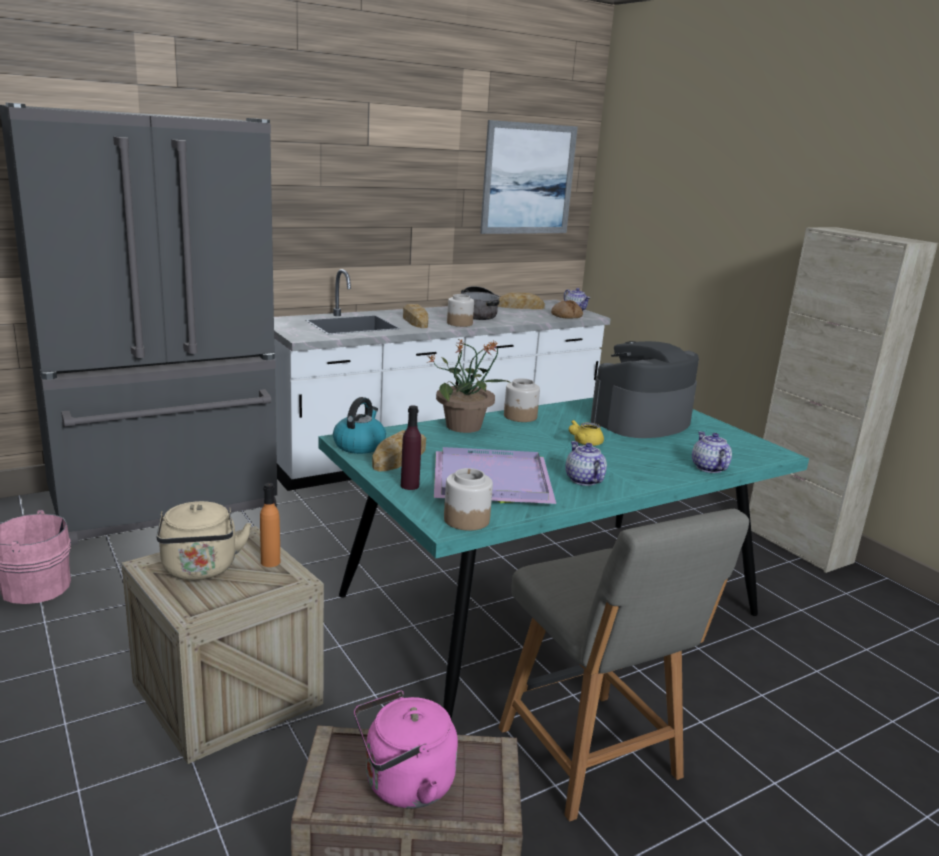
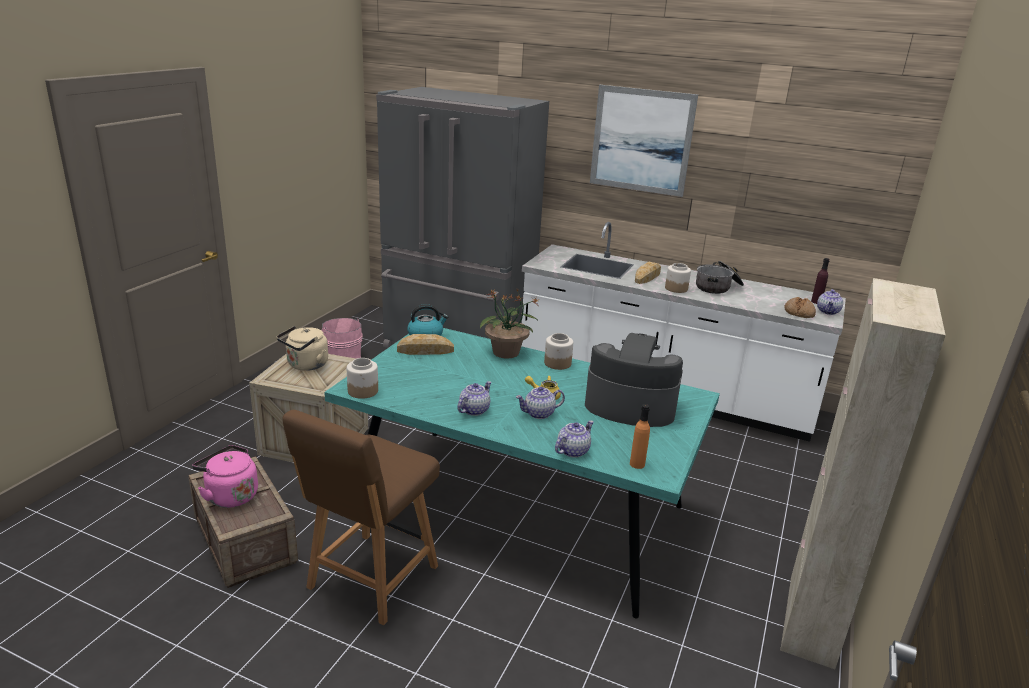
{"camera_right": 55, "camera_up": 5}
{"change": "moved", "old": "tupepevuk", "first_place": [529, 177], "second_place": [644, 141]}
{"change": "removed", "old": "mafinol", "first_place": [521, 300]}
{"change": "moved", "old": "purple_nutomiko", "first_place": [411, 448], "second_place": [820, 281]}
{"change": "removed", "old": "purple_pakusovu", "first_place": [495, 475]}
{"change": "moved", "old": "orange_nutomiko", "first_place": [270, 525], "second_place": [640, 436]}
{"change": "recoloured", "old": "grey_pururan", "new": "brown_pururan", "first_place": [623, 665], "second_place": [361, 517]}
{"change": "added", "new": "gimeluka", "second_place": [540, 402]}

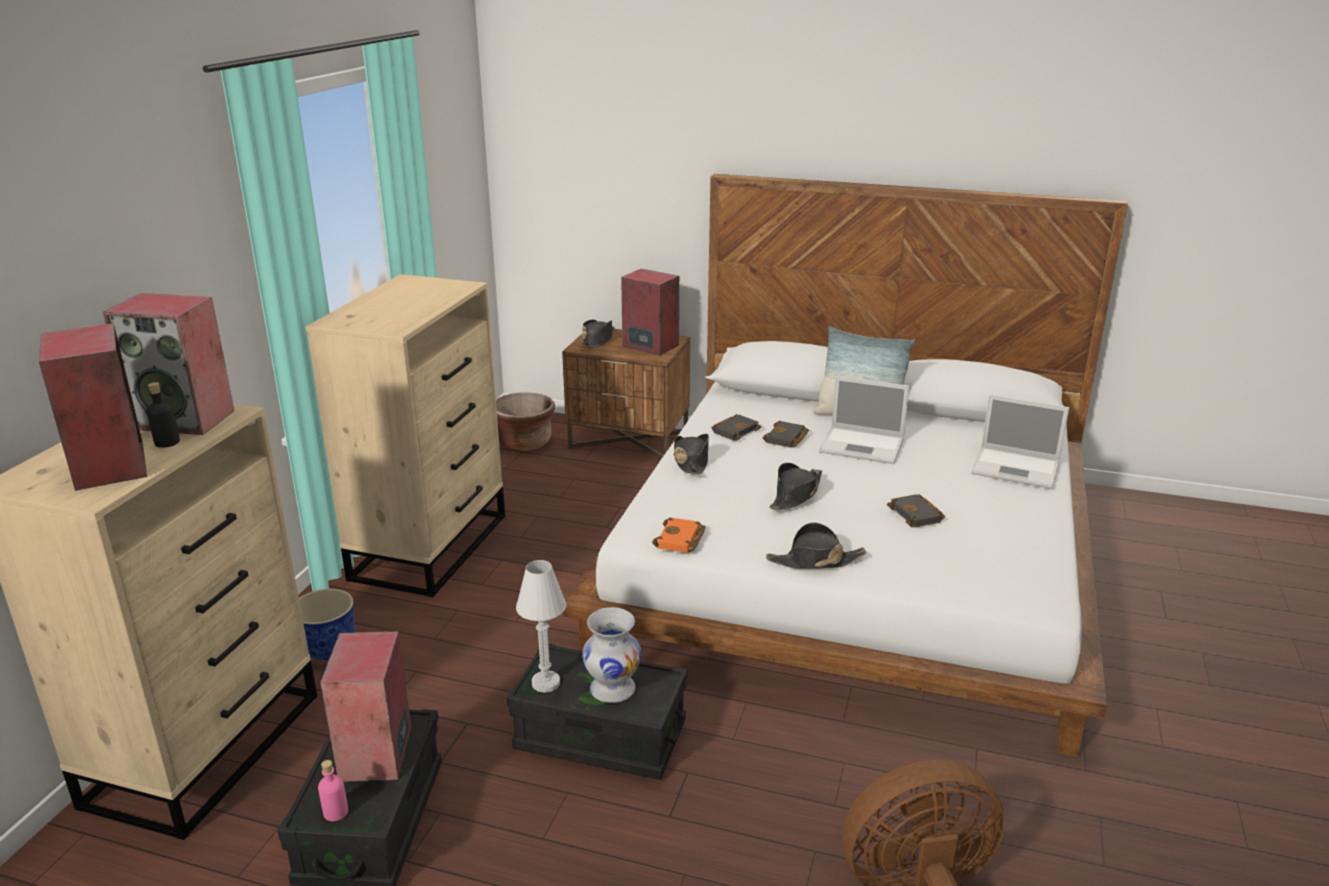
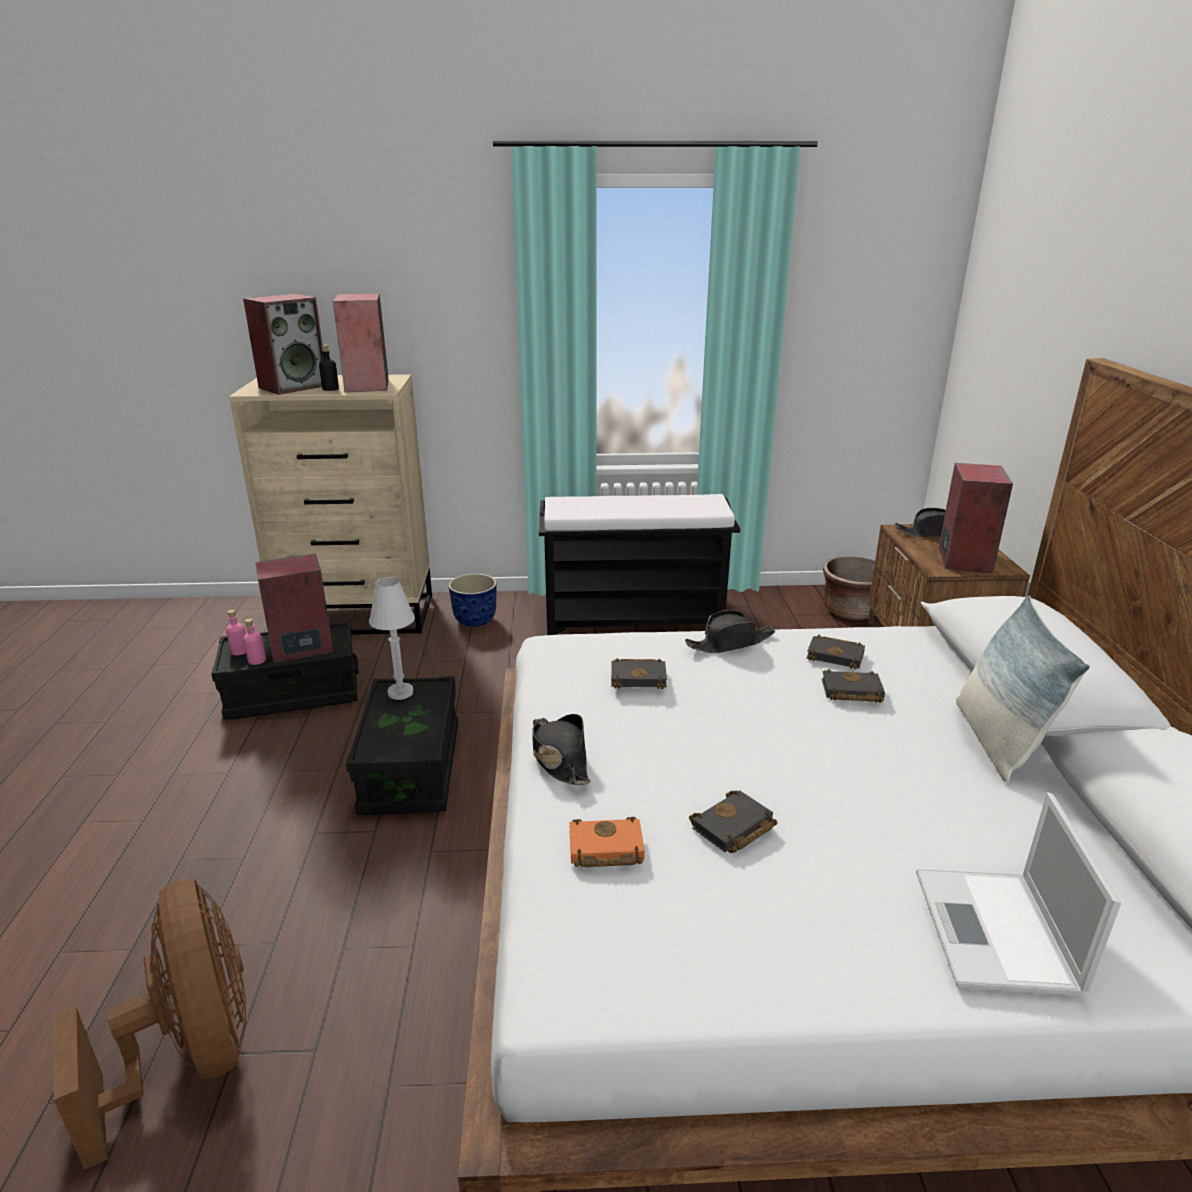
{"camera_right": 70, "camera_up": 0}
{"change": "replaced", "old": "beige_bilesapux", "new": "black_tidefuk", "first_place": [405, 435], "second_place": [639, 564]}
{"change": "removed", "old": "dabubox", "first_place": [864, 420]}
{"change": "removed", "old": "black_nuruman", "first_place": [795, 486]}
{"change": "moved", "old": "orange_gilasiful", "first_place": [679, 535], "second_place": [607, 842]}
{"change": "removed", "old": "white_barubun", "first_place": [611, 655]}
{"change": "added", "new": "pink_nutomiko", "second_place": [254, 641]}
{"change": "added", "new": "black_gilasiful", "second_place": [639, 673]}

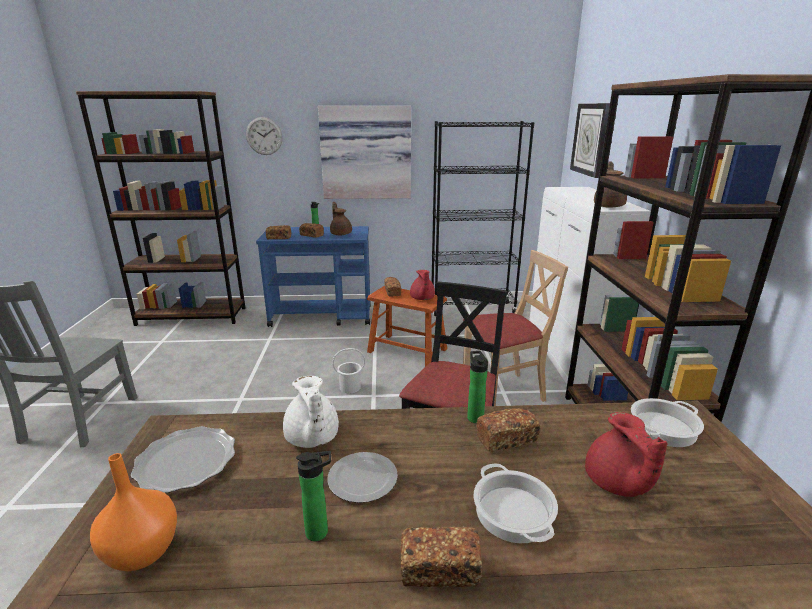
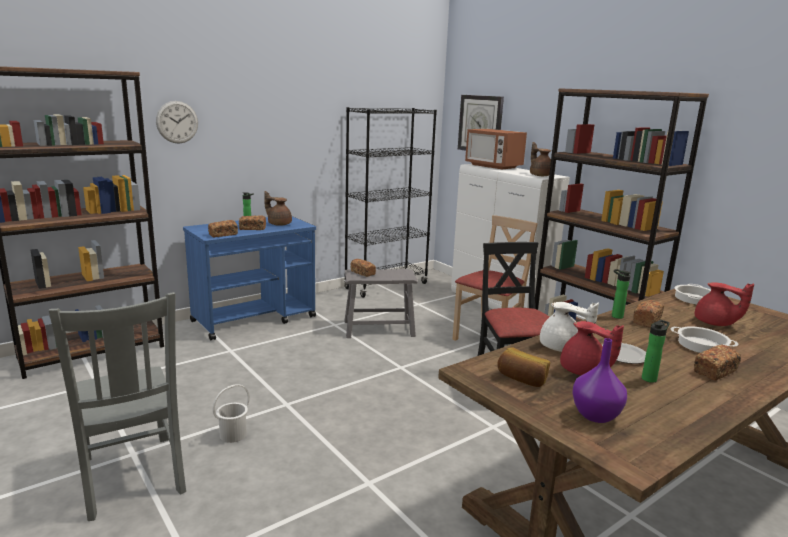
{"camera_right": -35, "camera_up": -5}
{"change": "removed", "old": "tupepevuk", "first_place": [364, 152]}
{"change": "moved", "old": "red_gimeluka", "first_place": [422, 285], "second_place": [592, 348]}
{"change": "recoloured", "old": "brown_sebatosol", "new": "grey_sebatosol", "first_place": [407, 326], "second_place": [380, 303]}
{"change": "moved", "old": "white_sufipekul", "first_place": [348, 370], "second_place": [231, 413]}
{"change": "replaced", "old": "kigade", "new": "mafinol", "first_place": [183, 459], "second_place": [524, 367]}
{"change": "recoloured", "old": "orange_barubun", "new": "purple_barubun", "first_place": [133, 512], "second_place": [600, 380]}
{"change": "added", "new": "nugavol", "second_place": [496, 149]}

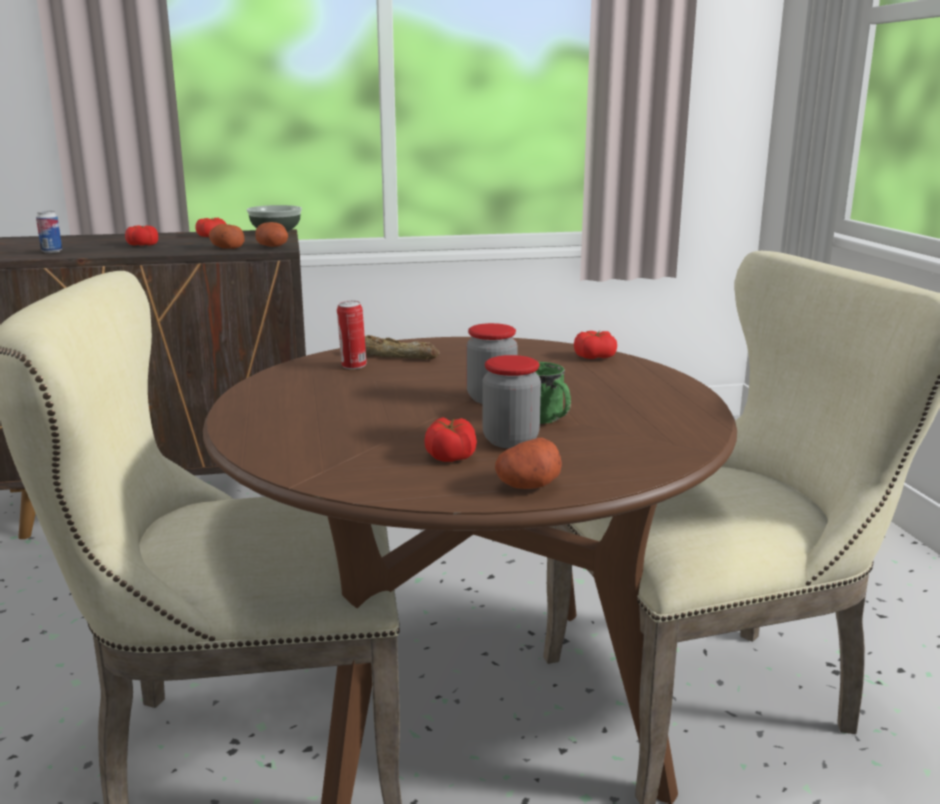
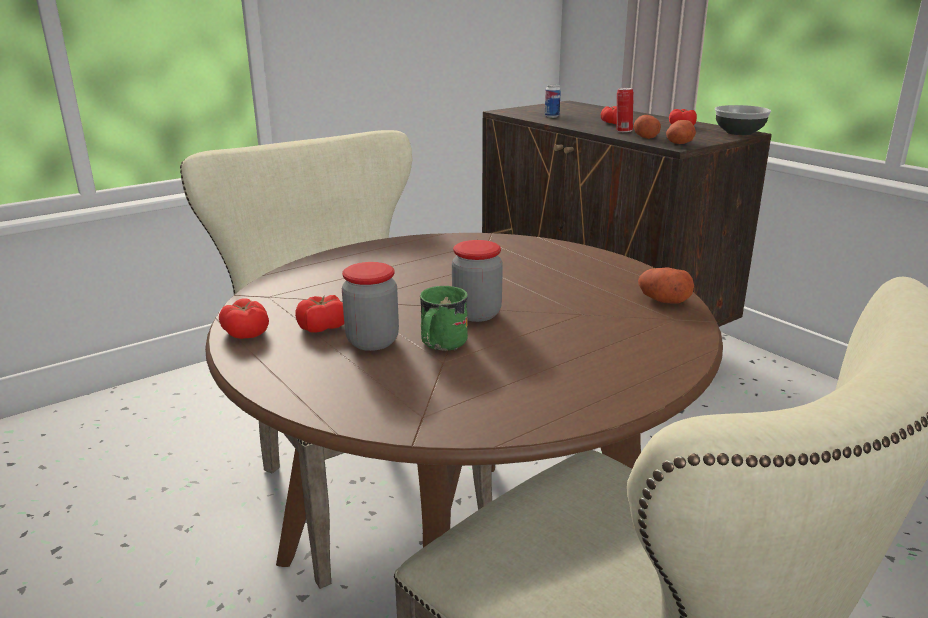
{"camera_right": 65, "camera_up": 5}
{"change": "moved", "old": "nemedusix", "first_place": [352, 335], "second_place": [625, 109]}
{"change": "moved", "old": "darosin", "first_place": [595, 345], "second_place": [244, 318]}
{"change": "removed", "old": "mafinol", "first_place": [402, 347]}
{"change": "moved", "old": "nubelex", "first_place": [528, 463], "second_place": [666, 285]}

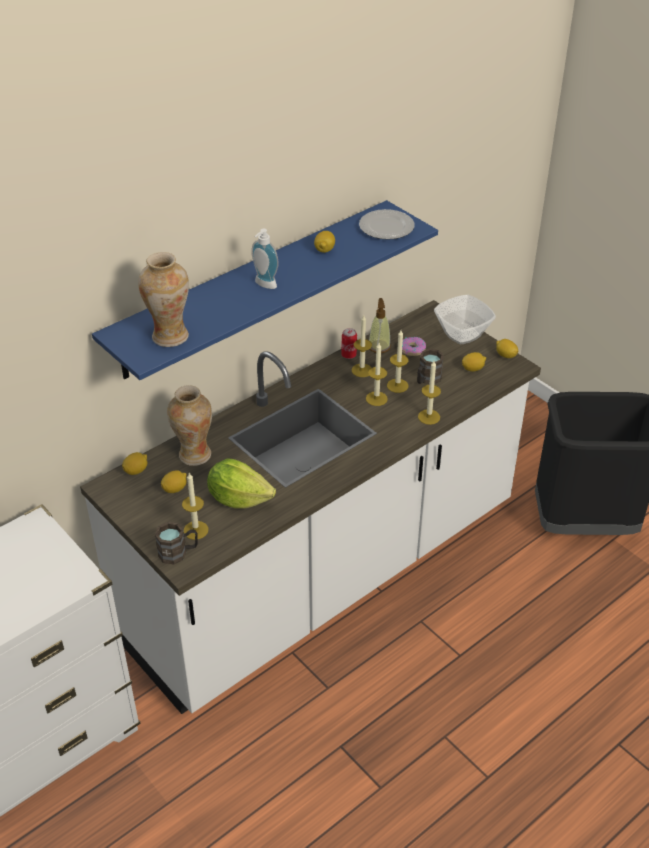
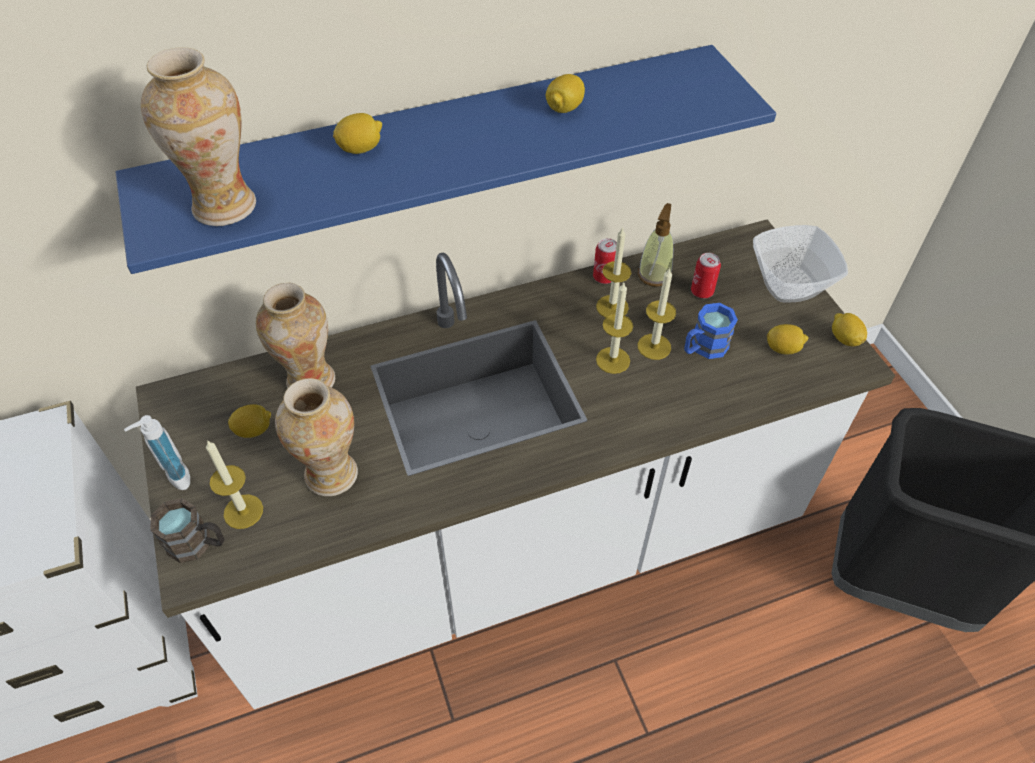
{"camera_right": 20, "camera_up": 10}
{"change": "removed", "old": "kigade", "first_place": [387, 224]}
{"change": "moved", "old": "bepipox", "first_place": [264, 258], "second_place": [157, 452]}
{"change": "replaced", "old": "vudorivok", "new": "nemedusix", "first_place": [414, 346], "second_place": [706, 275]}
{"change": "recoloured", "old": "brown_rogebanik", "new": "blue_rogebanik", "first_place": [430, 366], "second_place": [711, 331]}
{"change": "removed", "old": "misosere", "first_place": [429, 393]}
{"change": "moved", "old": "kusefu", "first_place": [134, 463], "second_place": [357, 133]}
{"change": "replaced", "old": "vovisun", "new": "barubun", "first_place": [241, 483], "second_place": [316, 437]}

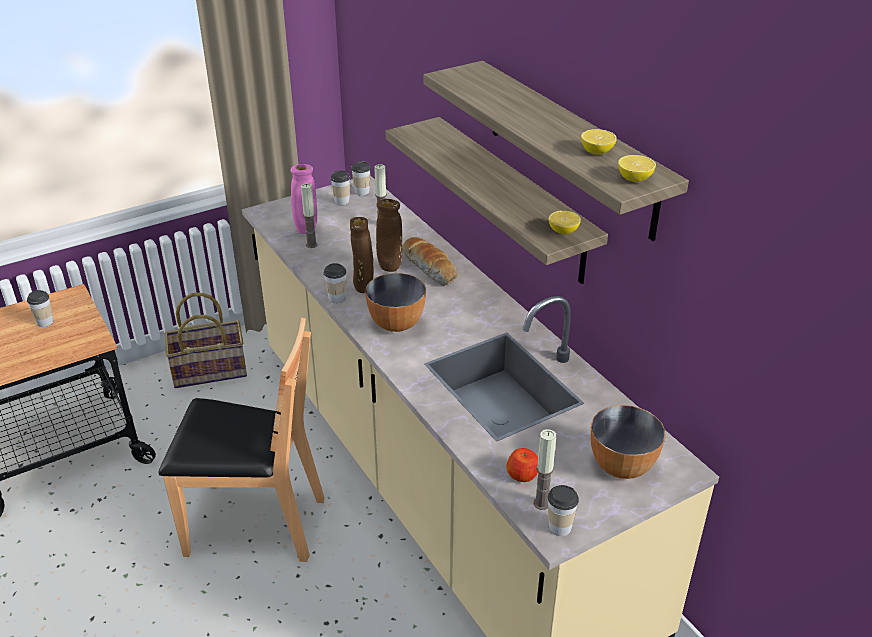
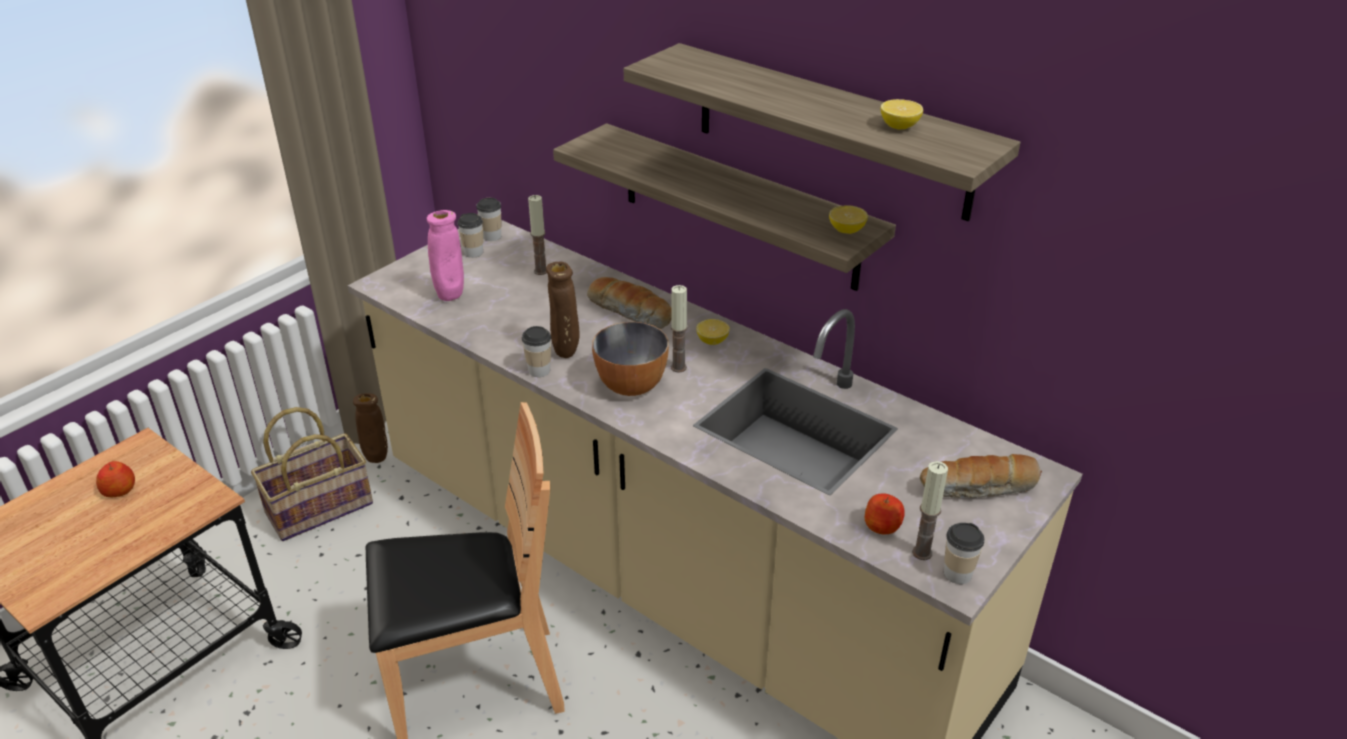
{"camera_right": -20, "camera_up": 0}
{"change": "moved", "old": "kusefu", "first_place": [637, 168], "second_place": [713, 332]}
{"change": "moved", "old": "misosere", "first_place": [309, 215], "second_place": [679, 328]}
{"change": "moved", "old": "brown_barubun", "first_place": [389, 235], "second_place": [370, 428]}
{"change": "replaced", "old": "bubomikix", "new": "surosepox", "first_place": [40, 308], "second_place": [115, 479]}
{"change": "replaced", "old": "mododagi", "new": "mafinol", "first_place": [628, 442], "second_place": [981, 476]}

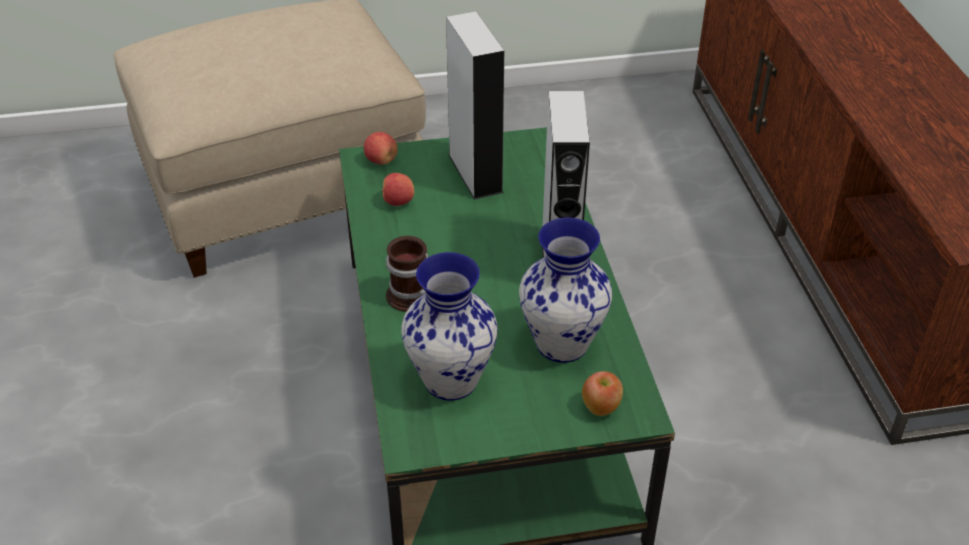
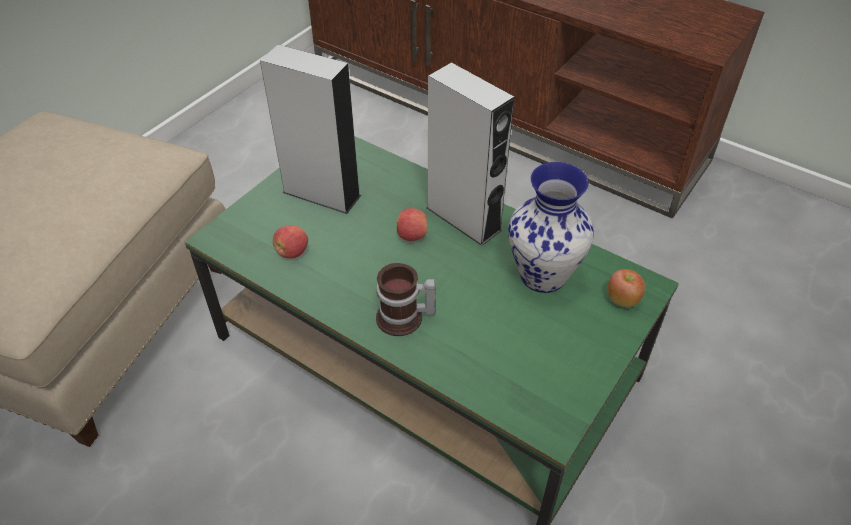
{"camera_right": -45, "camera_up": 5}
{"change": "moved", "old": "surosepox", "first_place": [381, 148], "second_place": [411, 224]}
{"change": "removed", "old": "barubun", "first_place": [449, 326]}

